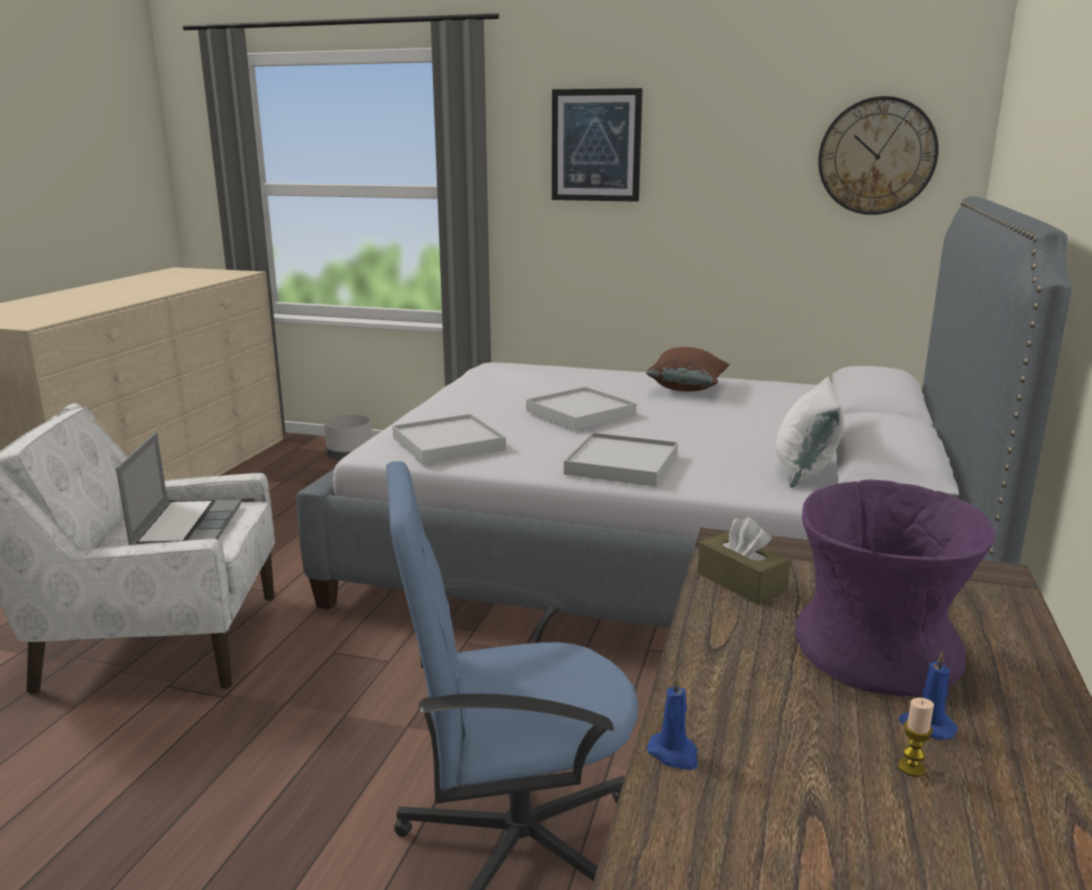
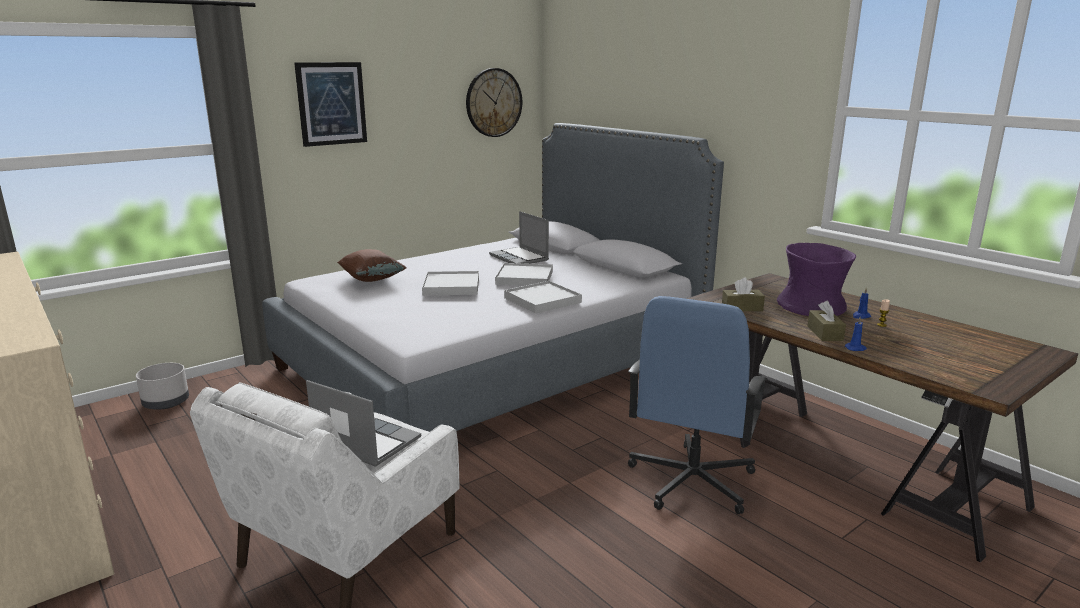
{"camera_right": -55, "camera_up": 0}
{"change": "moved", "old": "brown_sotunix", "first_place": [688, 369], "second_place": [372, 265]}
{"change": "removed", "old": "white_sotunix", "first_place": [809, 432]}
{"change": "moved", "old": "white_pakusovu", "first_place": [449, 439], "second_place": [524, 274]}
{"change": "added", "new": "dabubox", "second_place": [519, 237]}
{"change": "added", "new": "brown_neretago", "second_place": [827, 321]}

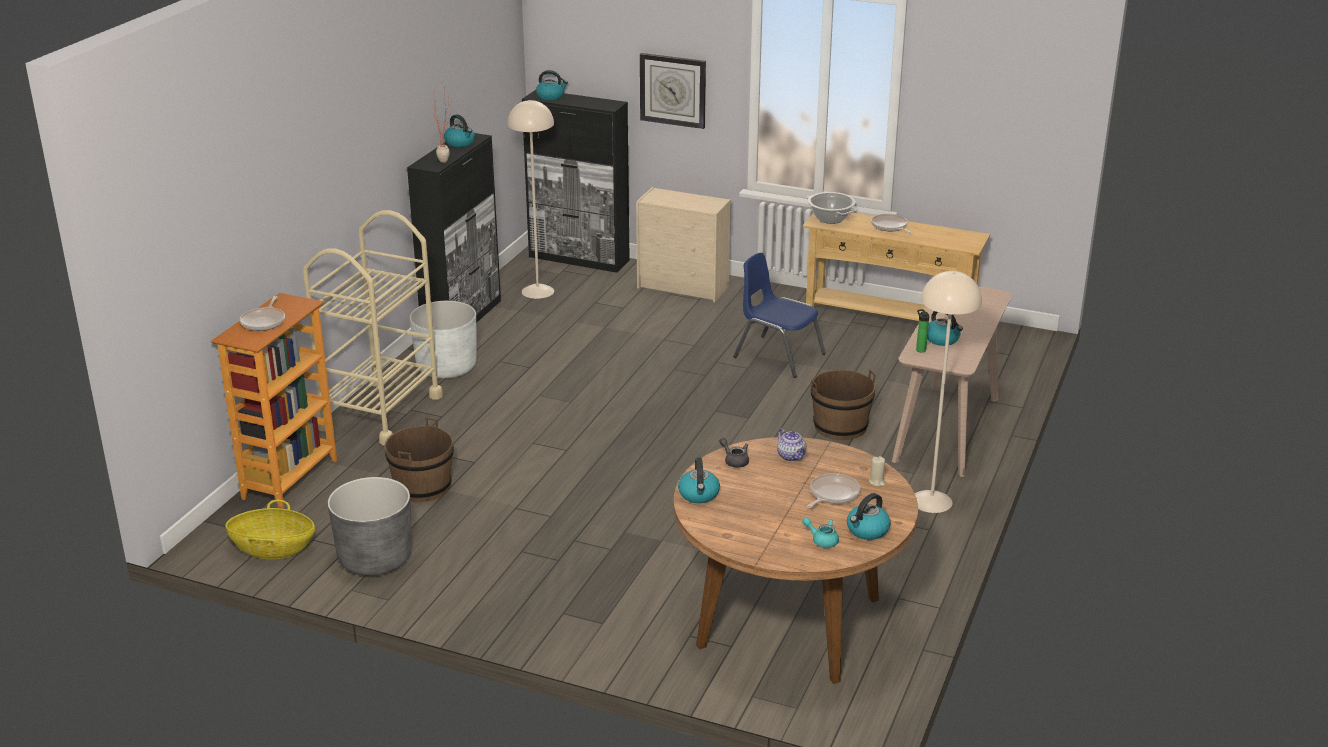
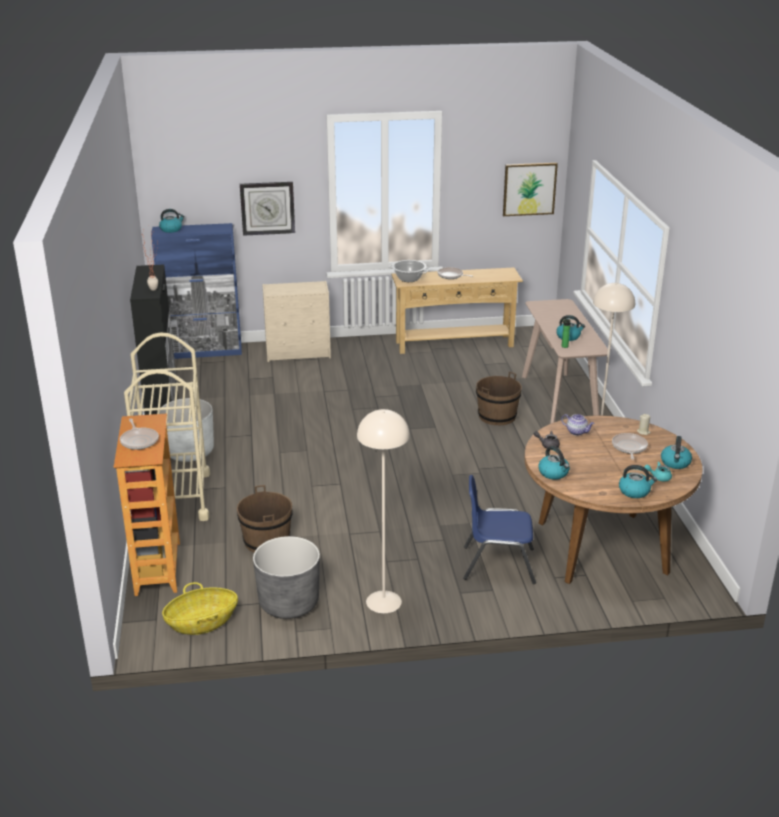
{"camera_right": -30, "camera_up": 0}
{"change": "recoloured", "old": "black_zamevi", "new": "blue_zamevi", "first_place": [576, 181], "second_place": [196, 291]}
{"change": "moved", "old": "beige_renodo", "first_place": [530, 199], "second_place": [383, 511]}
{"change": "moved", "old": "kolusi", "first_place": [459, 130], "second_place": [638, 481]}
{"change": "moved", "old": "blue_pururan", "first_place": [779, 315], "second_place": [499, 529]}
{"change": "added", "new": "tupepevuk", "second_place": [530, 189]}

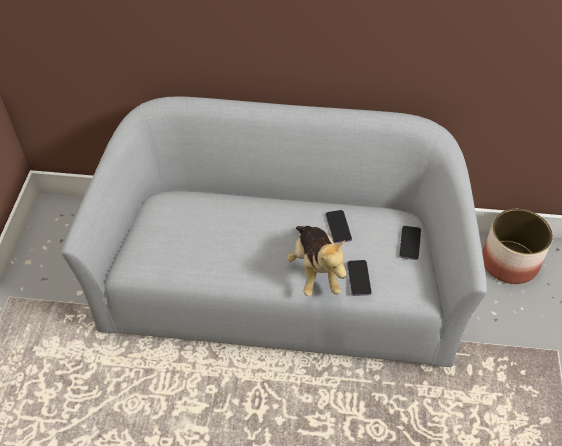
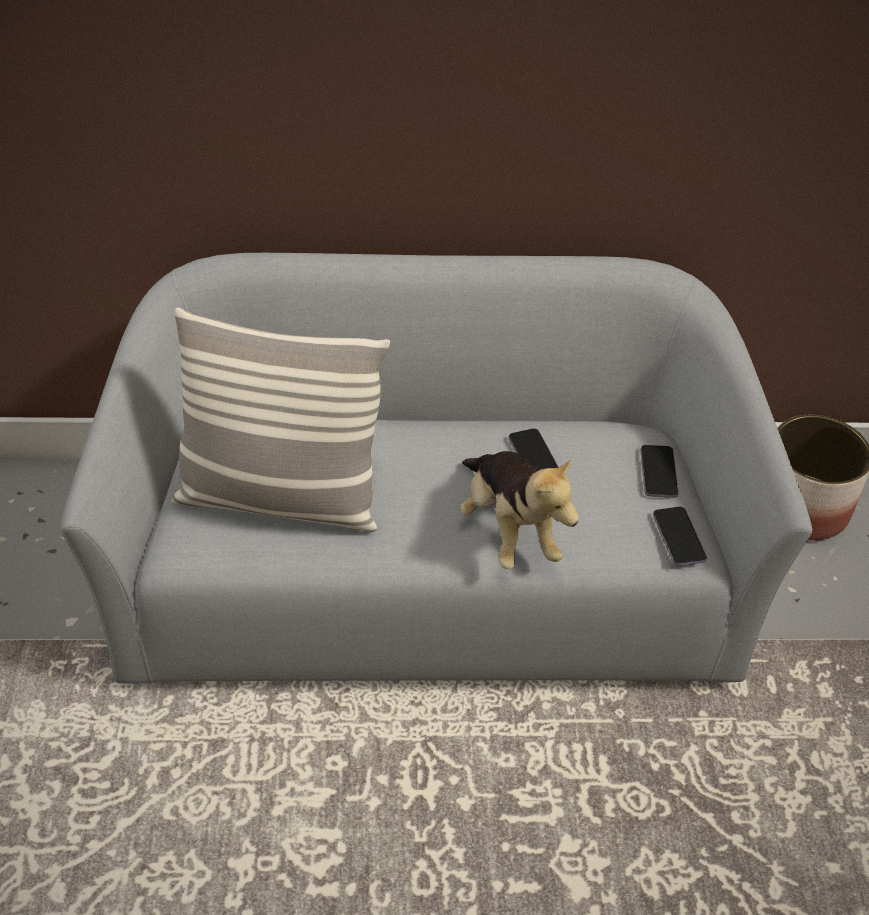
{"camera_right": -10, "camera_up": -5}
{"change": "moved", "old": "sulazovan", "first_place": [359, 278], "second_place": [680, 536]}
{"change": "added", "new": "sotunix", "second_place": [281, 419]}

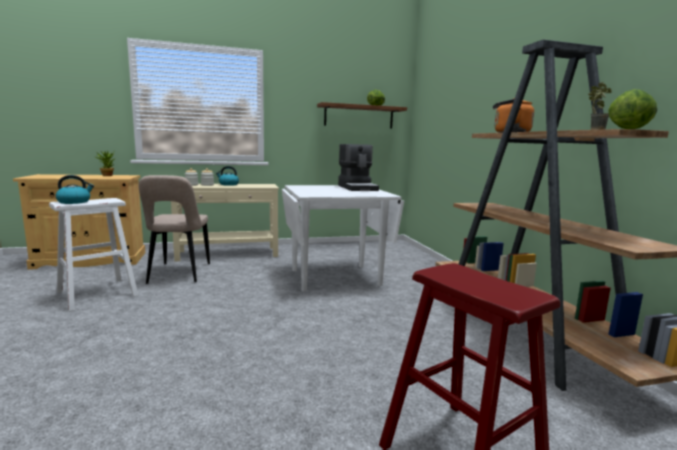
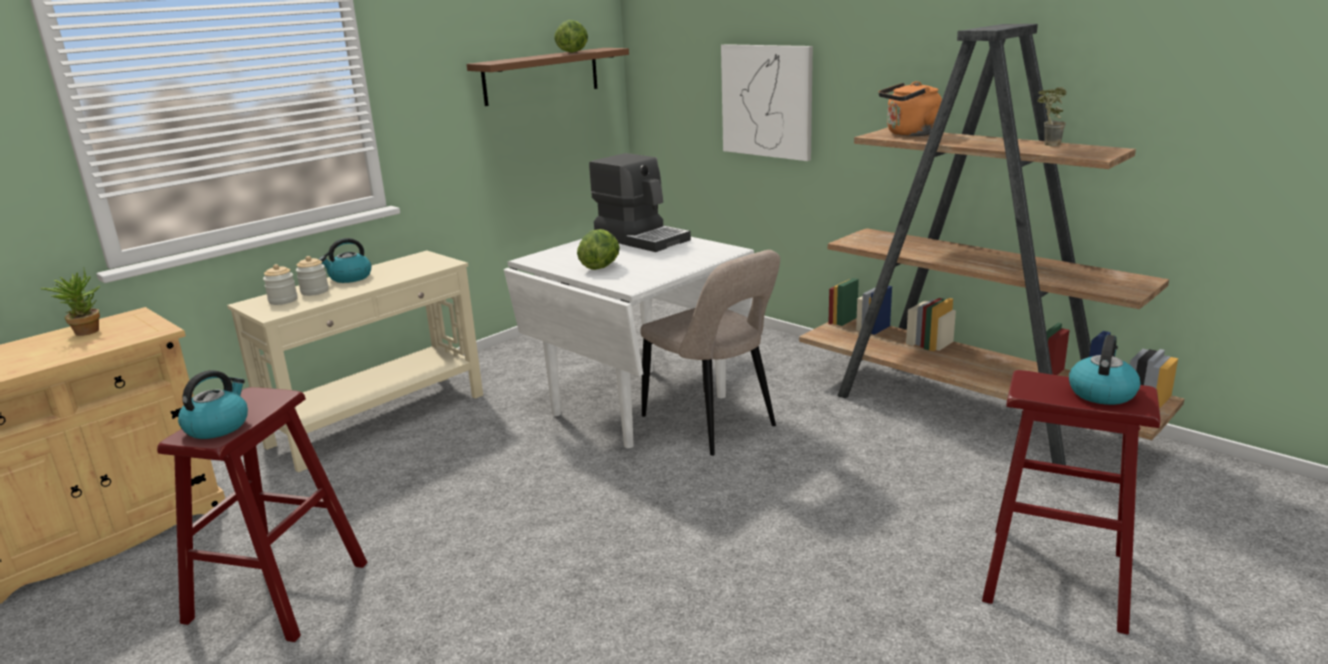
{"camera_right": -30, "camera_up": 10}
{"change": "moved", "old": "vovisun", "first_place": [632, 109], "second_place": [598, 249]}
{"change": "moved", "old": "beige_pururan", "first_place": [174, 229], "second_place": [710, 353]}
{"change": "recoloured", "old": "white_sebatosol", "new": "red_sebatosol", "first_place": [93, 254], "second_place": [262, 514]}
{"change": "added", "new": "tupepevuk", "second_place": [767, 102]}
{"change": "added", "new": "kolusi", "second_place": [1104, 370]}

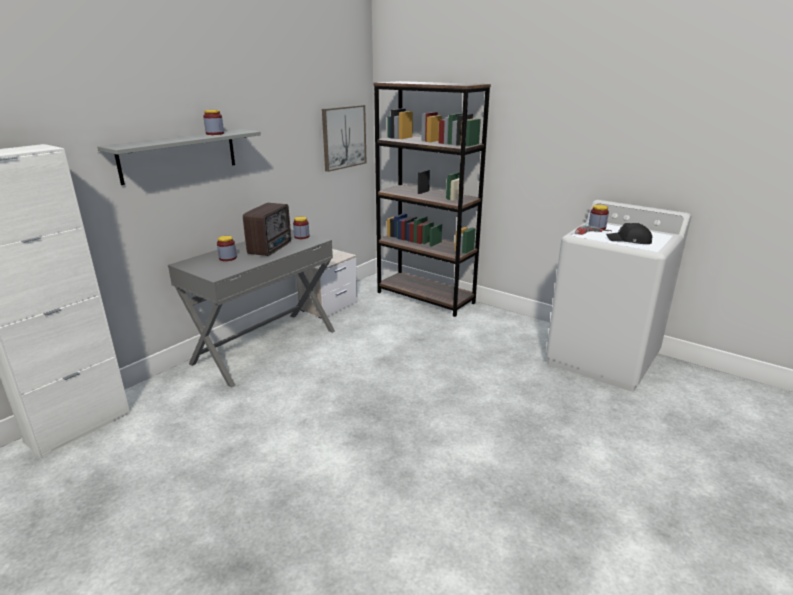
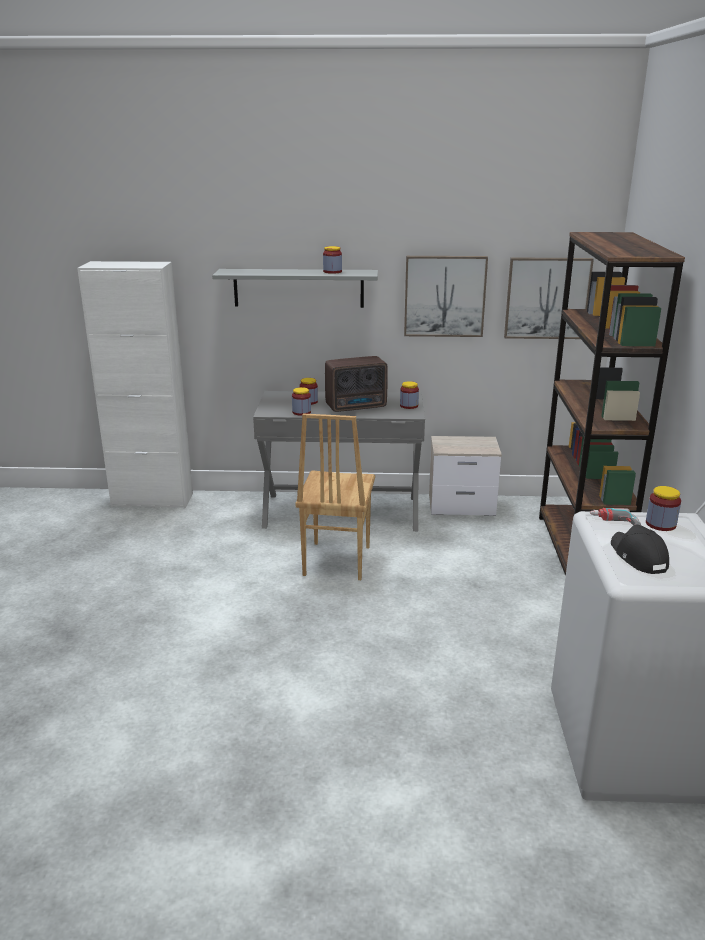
{"camera_right": 55, "camera_up": 0}
{"change": "added", "new": "tupepevuk", "second_place": [446, 296]}
{"change": "added", "new": "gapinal", "second_place": [301, 401]}
{"change": "added", "new": "brown_pururan", "second_place": [335, 497]}

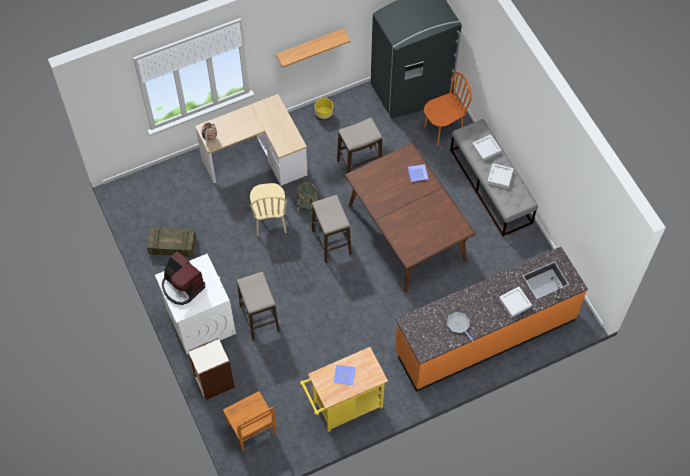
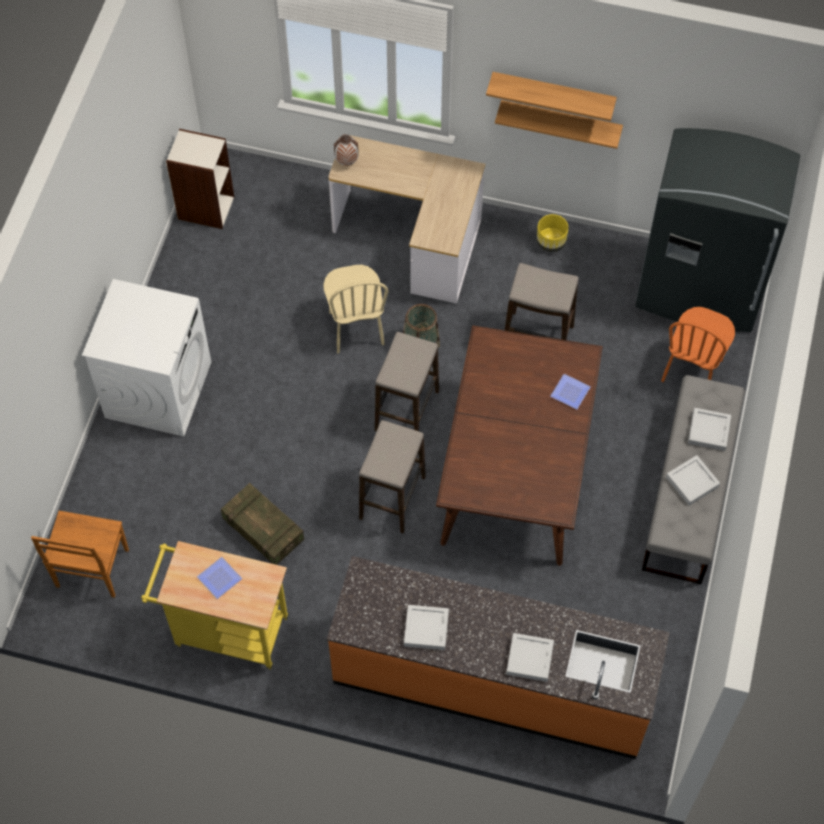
{"camera_right": 40, "camera_up": 0}
{"change": "turned", "old": "orange_pururan", "first_place": [448, 109], "second_place": [698, 344], "degrees": 105}
{"change": "turned", "old": "beige_pururan", "first_place": [268, 209], "second_place": [355, 309], "degrees": -45}
{"change": "moved", "old": "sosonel", "first_place": [171, 242], "second_place": [262, 524]}
{"change": "removed", "old": "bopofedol", "first_place": [183, 278]}
{"change": "moved", "old": "sebatosol", "first_place": [258, 306], "second_place": [392, 476]}
{"change": "replaced", "old": "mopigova", "new": "grey_pakusovu", "first_place": [460, 327], "second_place": [426, 627]}
{"change": "moved", "old": "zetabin", "first_place": [211, 369], "second_place": [200, 179]}
{"change": "added", "new": "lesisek", "second_place": [551, 96]}

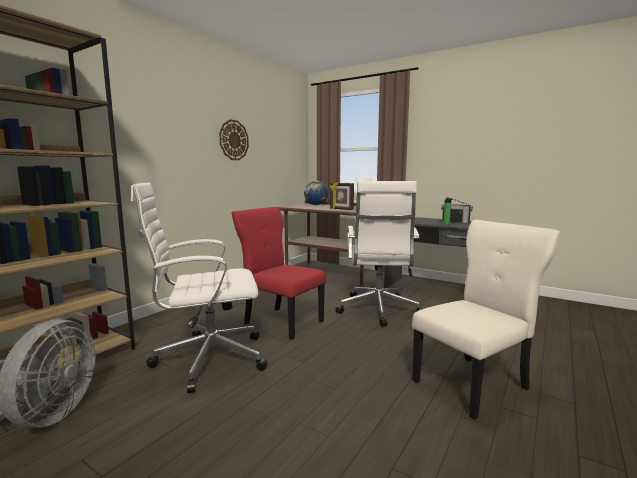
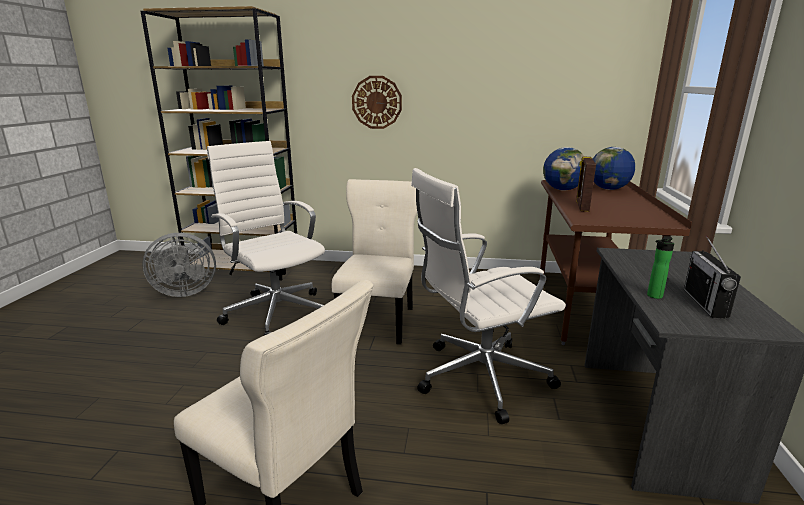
{"camera_right": 65, "camera_up": 10}
{"change": "moved", "old": "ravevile", "first_place": [234, 139], "second_place": [377, 102]}
{"change": "recoloured", "old": "red_pururan", "new": "beige_pururan", "first_place": [278, 273], "second_place": [374, 262]}
{"change": "added", "new": "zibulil", "second_place": [564, 169]}

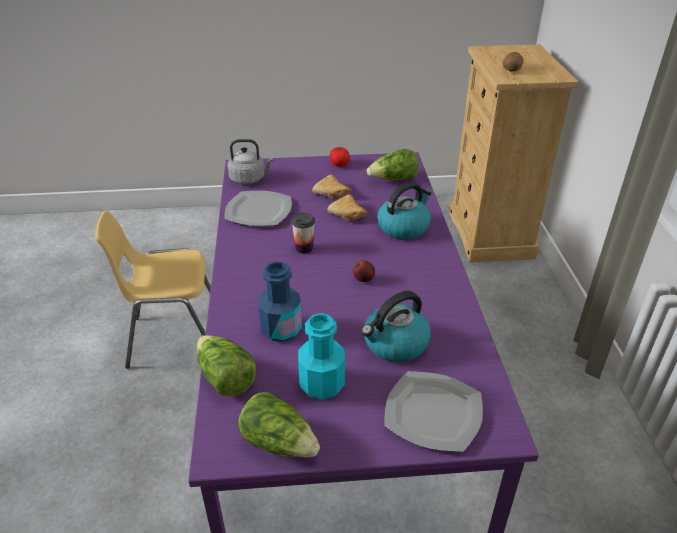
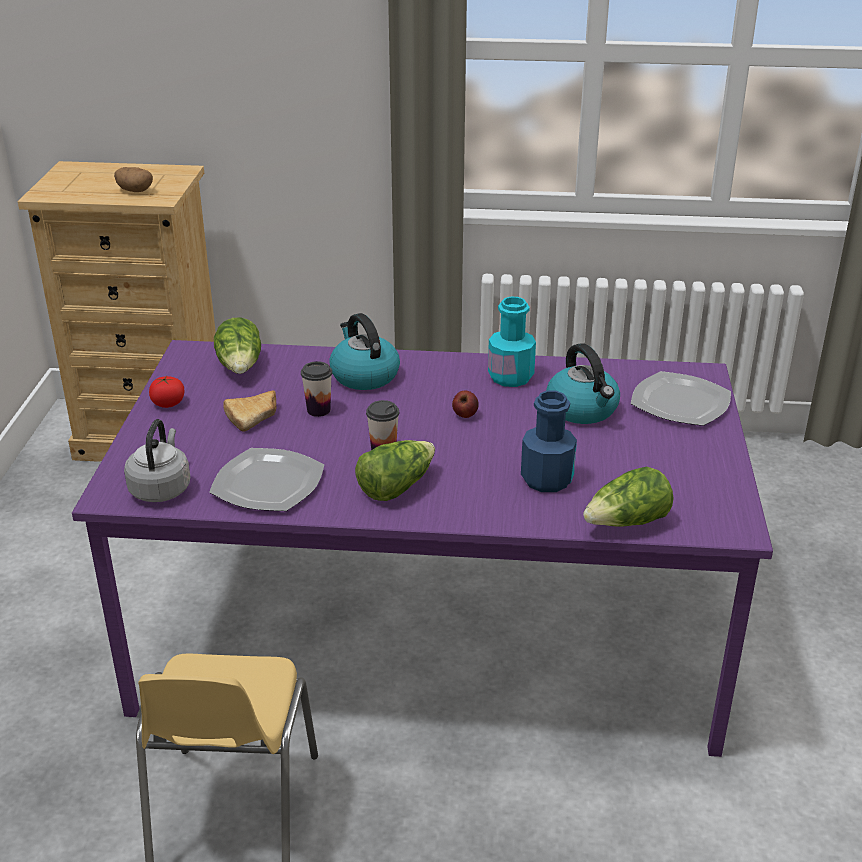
{"camera_right": -80, "camera_up": -5}
{"change": "replaced", "old": "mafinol", "new": "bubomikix", "first_place": [347, 207], "second_place": [316, 389]}
{"change": "moved", "old": "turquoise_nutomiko", "first_place": [321, 356], "second_place": [512, 342]}
{"change": "moved", "old": "vovisun", "first_place": [279, 424], "second_place": [395, 470]}

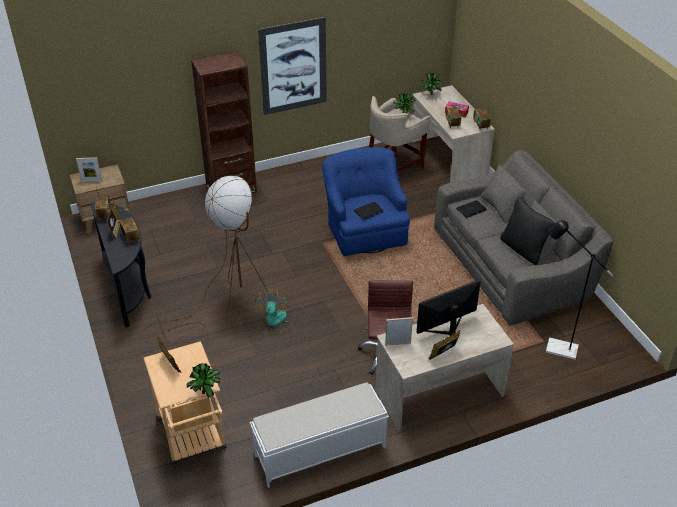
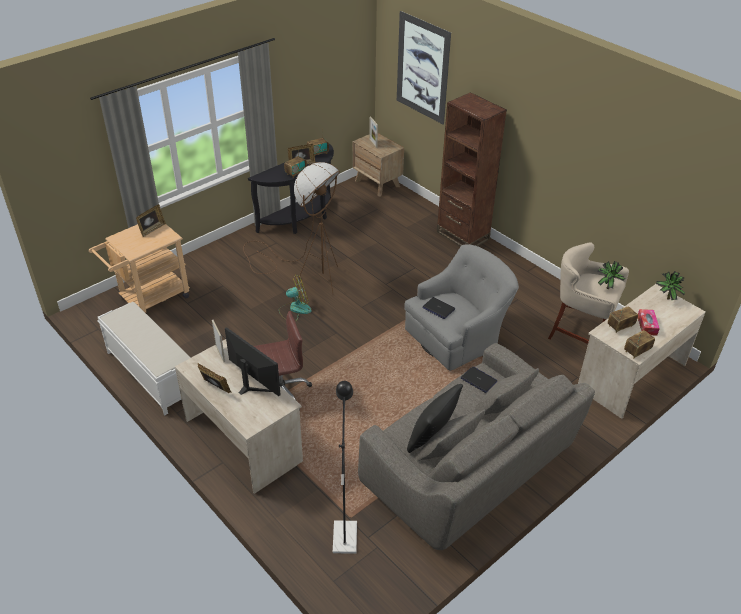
{"camera_right": 70, "camera_up": 0}
{"change": "moved", "old": "tupepevuk", "first_place": [292, 66], "second_place": [424, 68]}
{"change": "recoloured", "old": "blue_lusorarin", "new": "grey_lusorarin", "first_place": [366, 201], "second_place": [461, 307]}
{"change": "removed", "old": "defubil", "first_place": [203, 380]}

